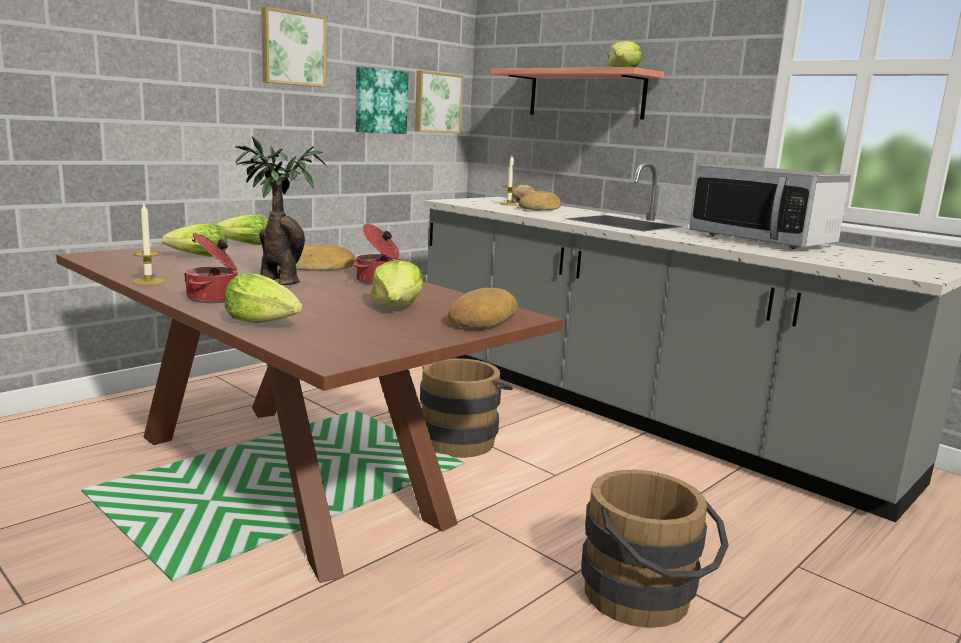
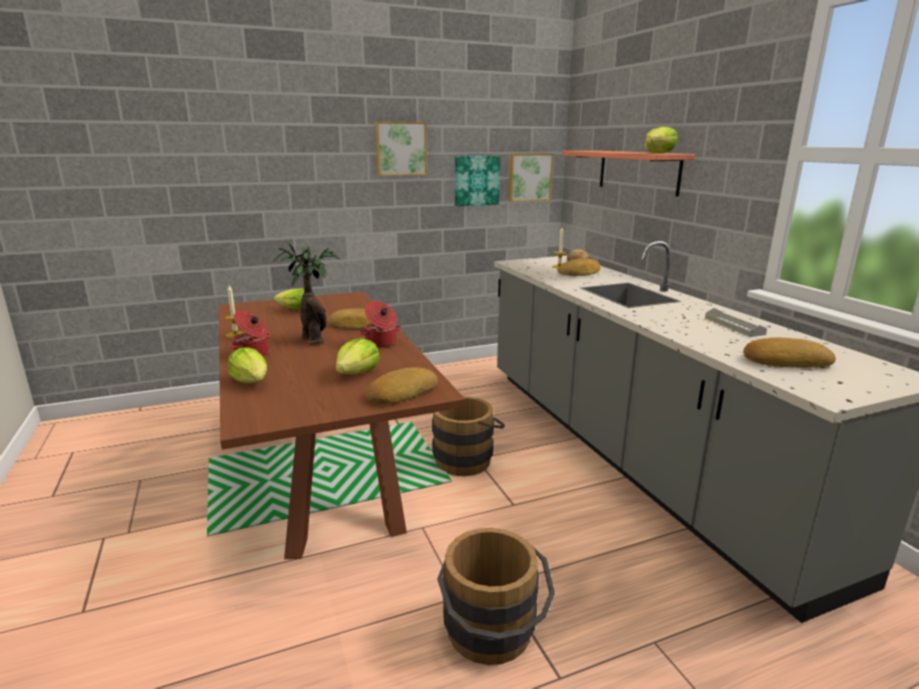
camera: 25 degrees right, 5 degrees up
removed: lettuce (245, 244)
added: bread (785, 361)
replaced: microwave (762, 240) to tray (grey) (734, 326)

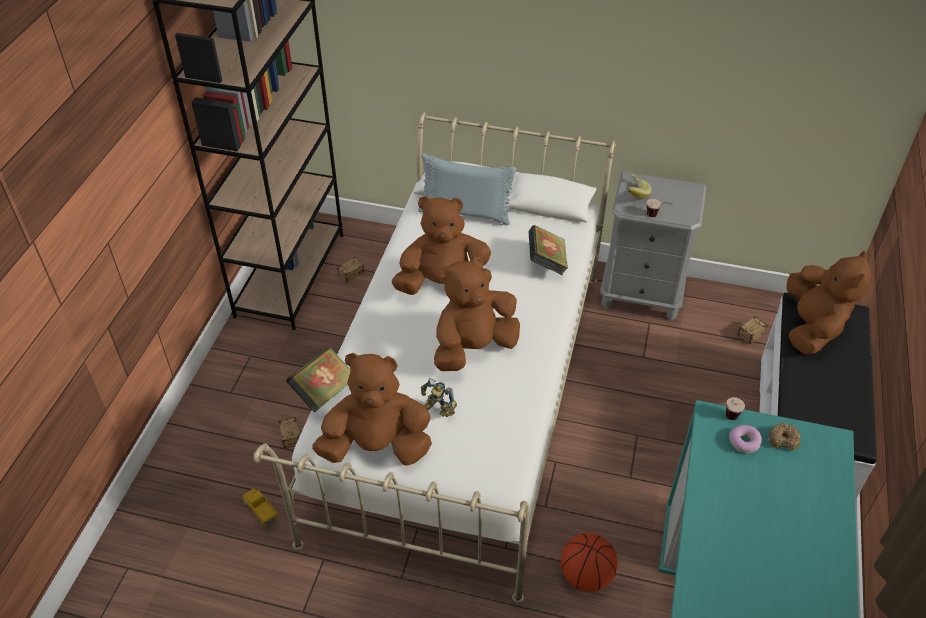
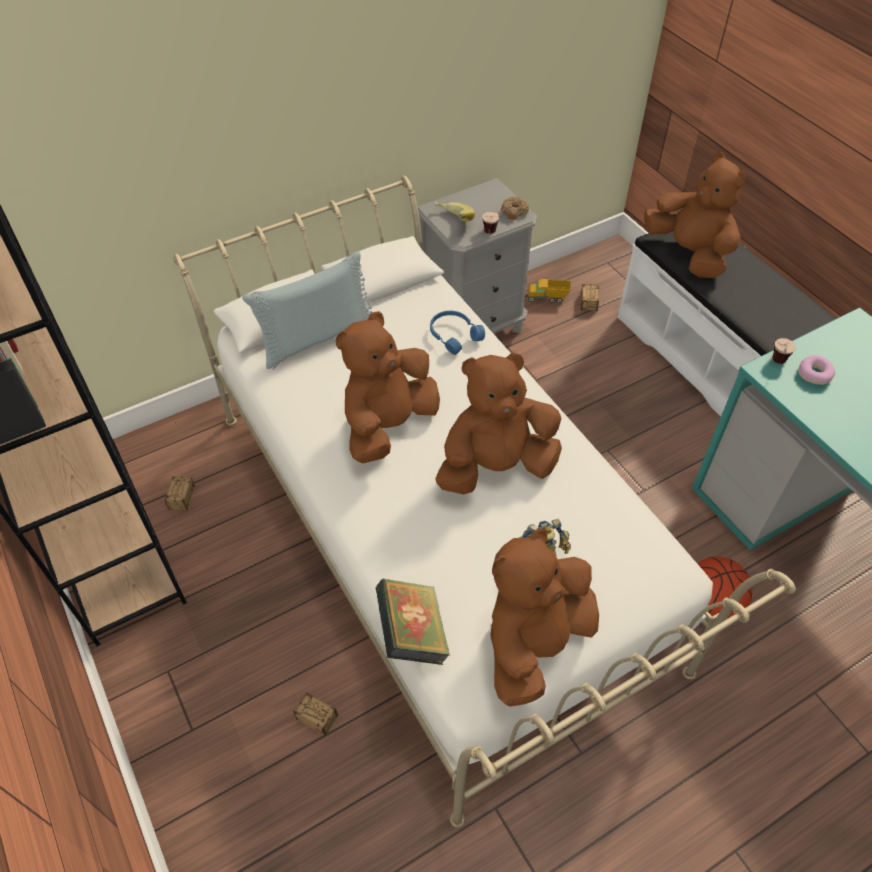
camera: 45 degrees left, 5 degrees up
moved: toy truck (261, 513) to (547, 298); donut (783, 440) to (514, 212)
replaced: book (546, 262) to headphones (blue) (454, 335)
turned: plush toy (brown) (473, 348) = (496, 466) 60 degrees clockwise

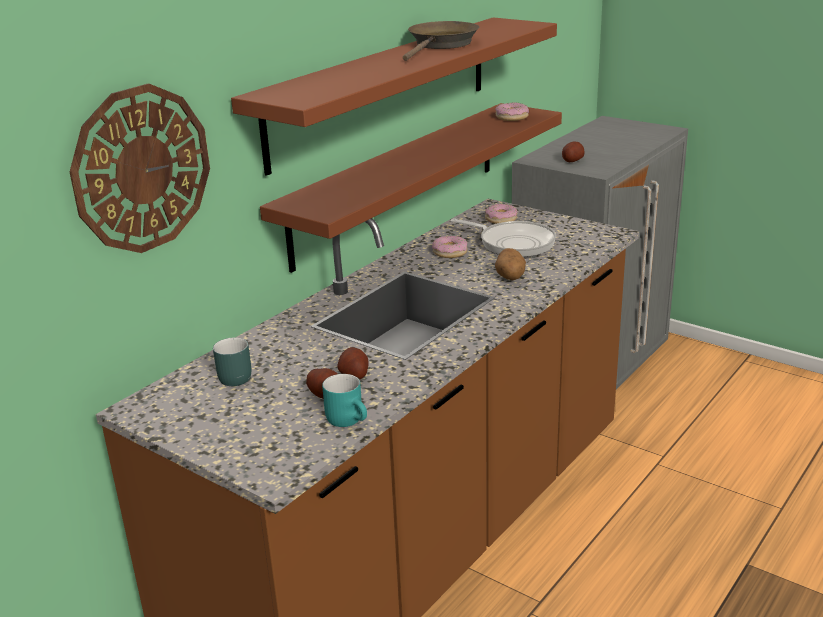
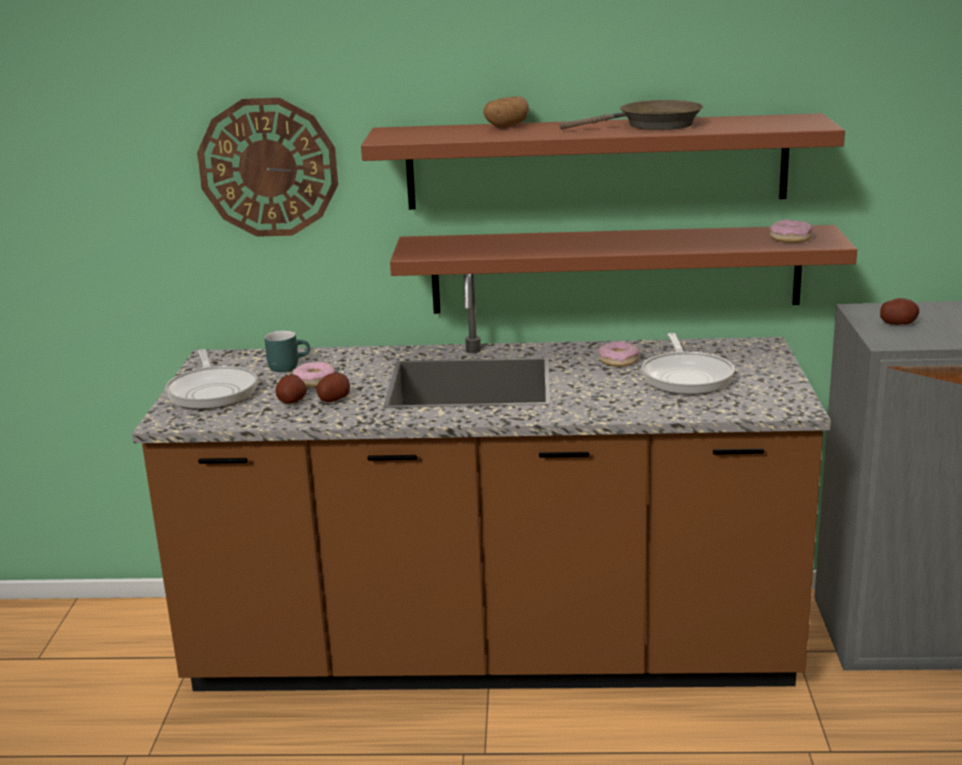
camera: 55 degrees right, 5 degrees down
removed: mug (turquoise) (350, 420)
added: frying pan (212, 391)
moved: donut (501, 219) to (314, 381); potato (510, 277) to (506, 127)

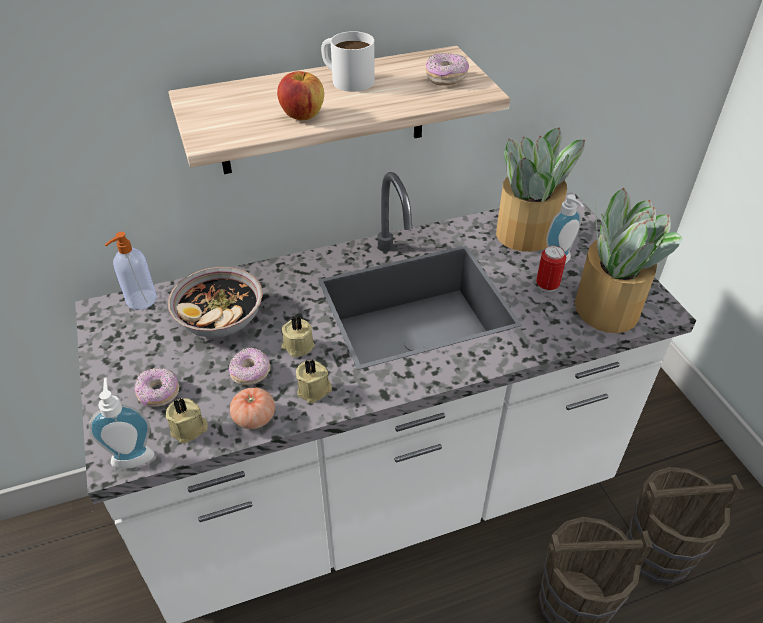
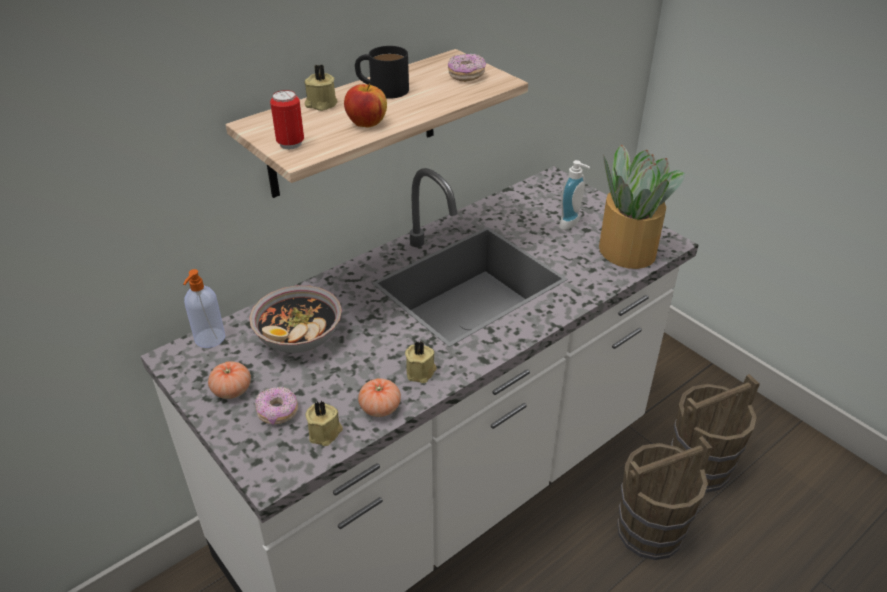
camera: 20 degrees left, 5 degrees down
removed: soap dispenser (133, 455); donut (251, 373); potted plant (527, 233)
added: tomato (232, 390)
moved: candle (beige) (297, 346) to (321, 104); can (547, 286) to (290, 144)
recoloured: mug (white) (346, 79) to mug (black) (382, 89)

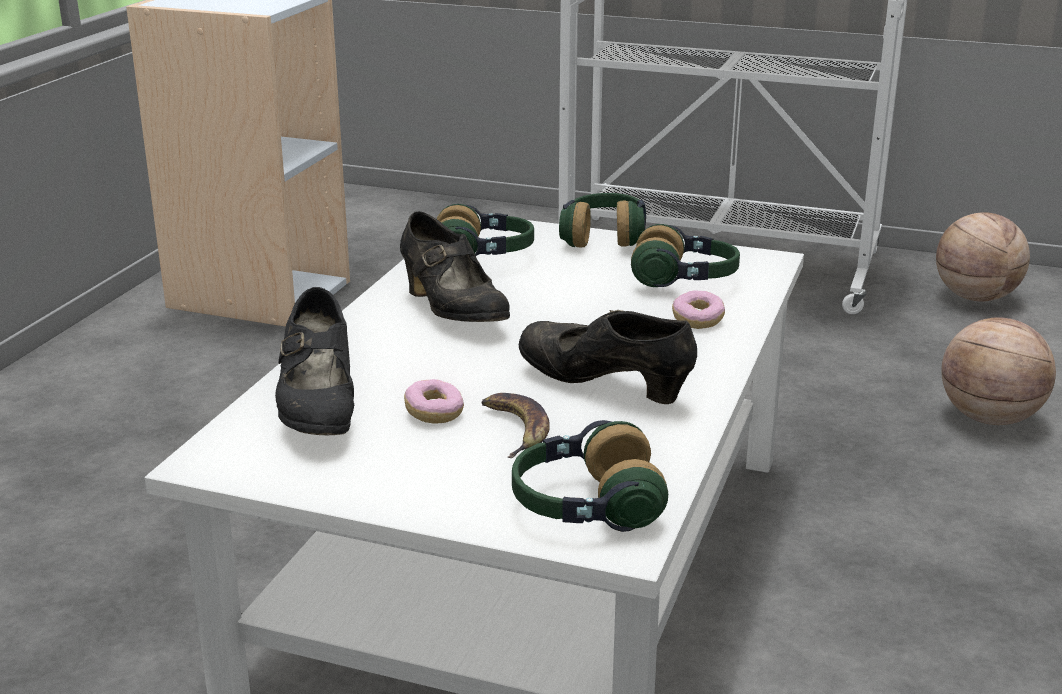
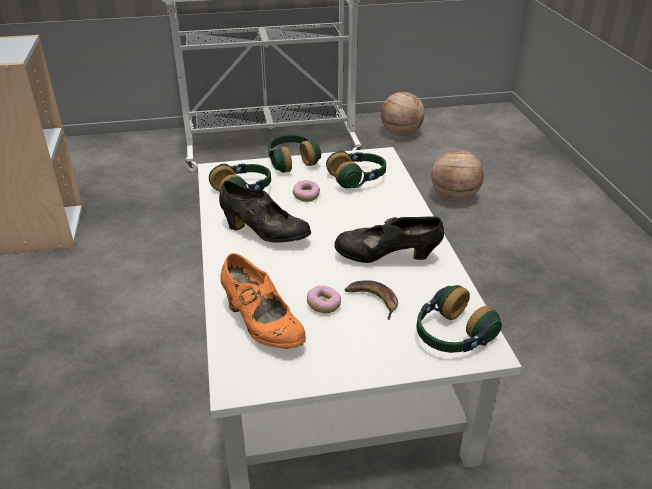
camera: 30 degrees left, 10 degrees up
moved: donut (697, 320) to (306, 196)
recoloured: shoe (black) (319, 410) to shoe (orange) (262, 326)

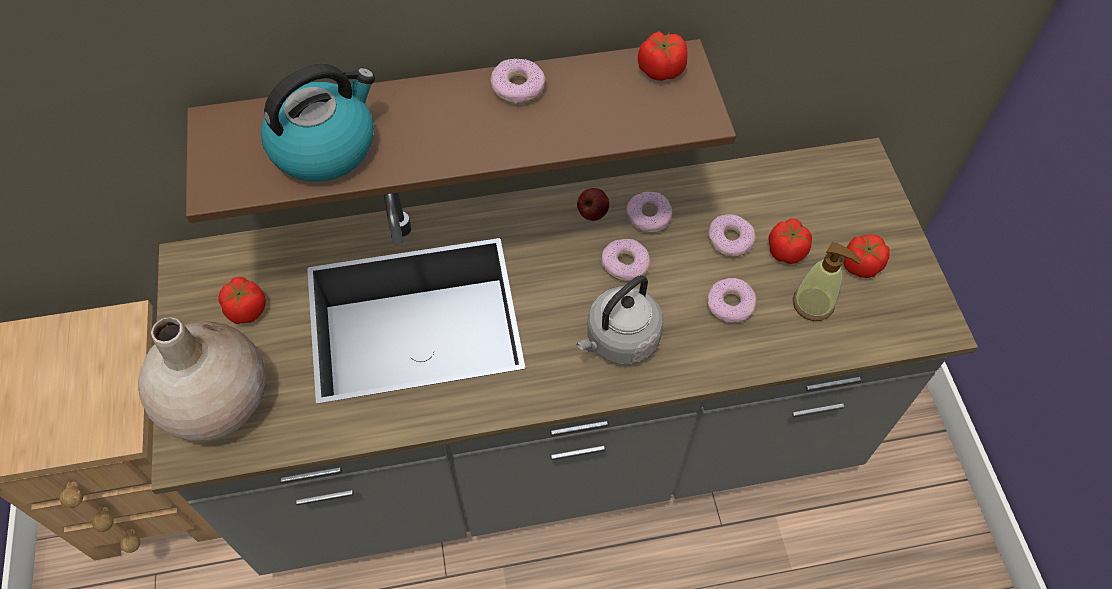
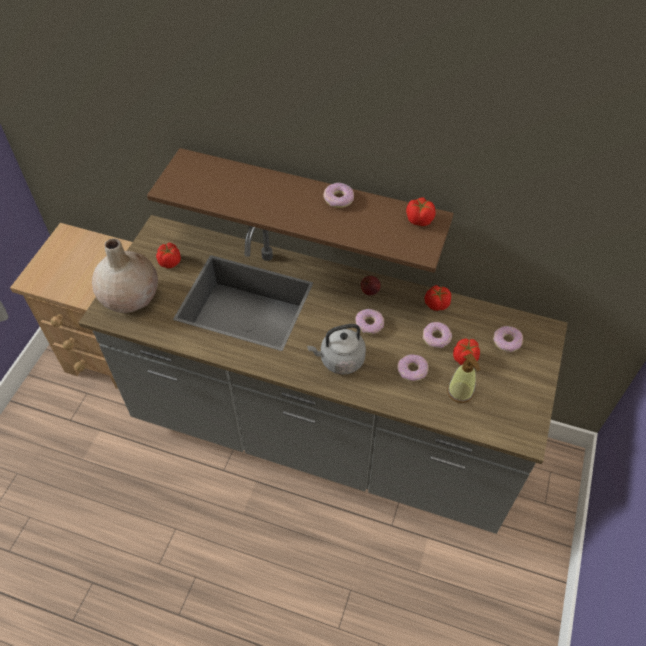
camera: 30 degrees right, 5 degrees down
removed: kettle (325, 146)
moved: donut (648, 217) to (506, 342); tomato (860, 265) to (436, 304)

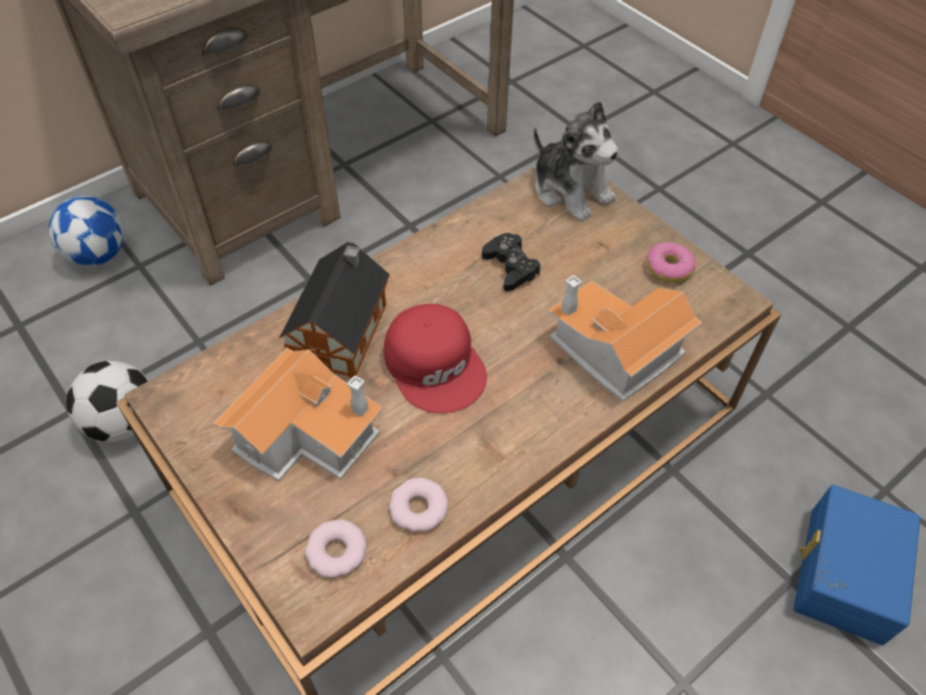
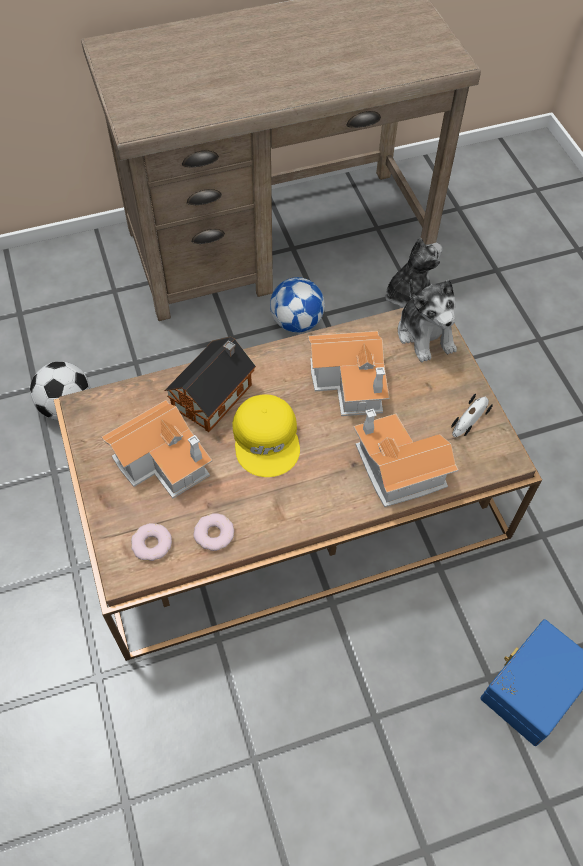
camera: 20 degrees right, 5 degrees up
added: plush toy (408, 294)
moved: football (99, 254) to (297, 322)
replaced: game controller (black) (510, 267) to toy house (351, 383); donut (669, 268) to toy car (469, 419)
recoloured: cap (red) (436, 364) to cap (yellow) (267, 439)

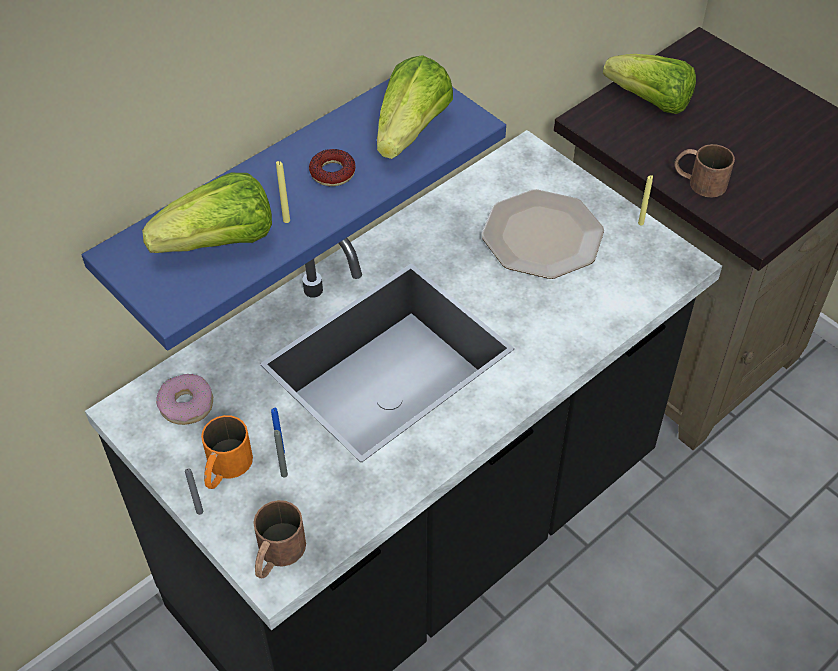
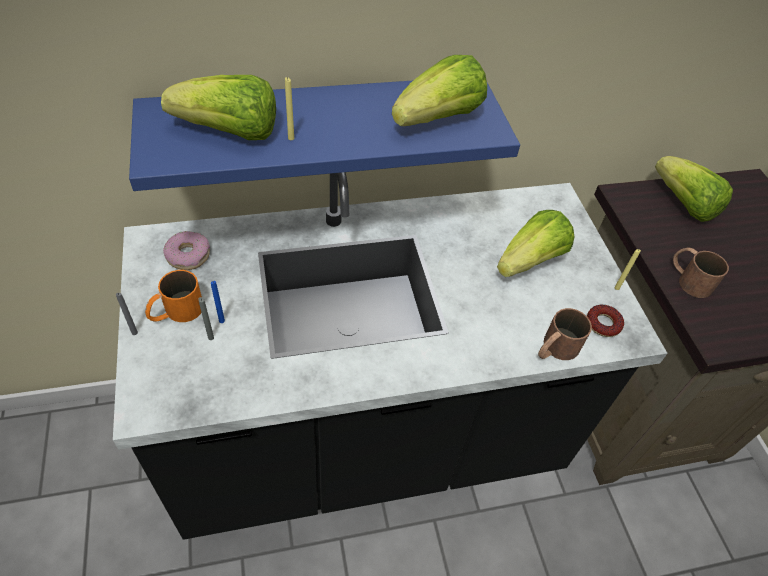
camera: 25 degrees right, 0 degrees up
moved: mug (brown) (276, 555) to (555, 349); donut (332, 172) to (603, 324)
replaced: plate (543, 235) to lettuce (530, 261)

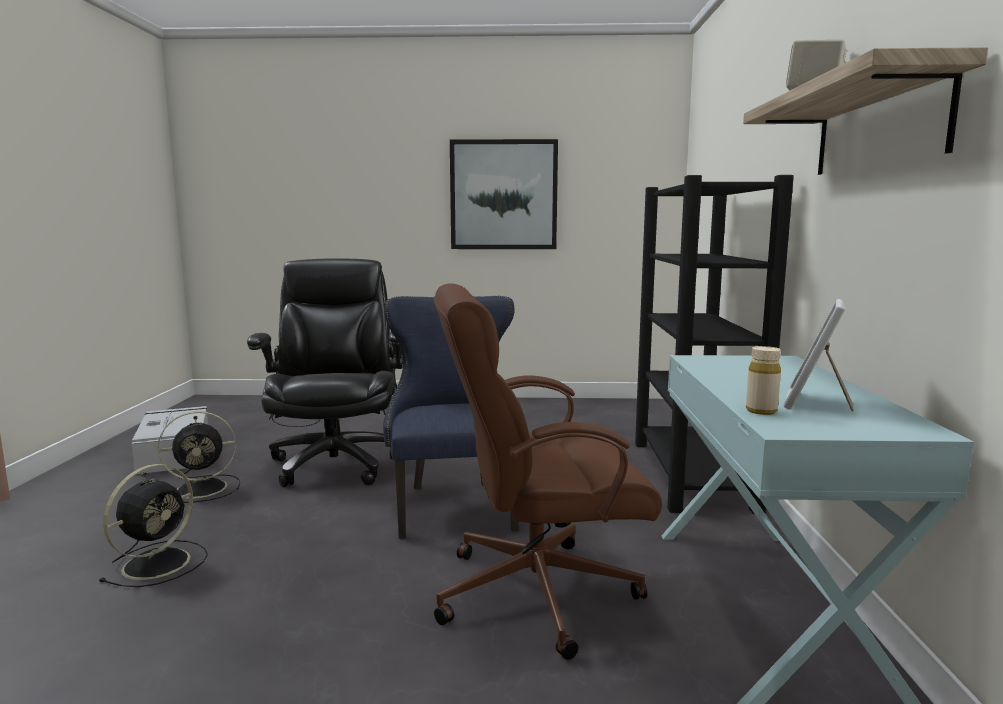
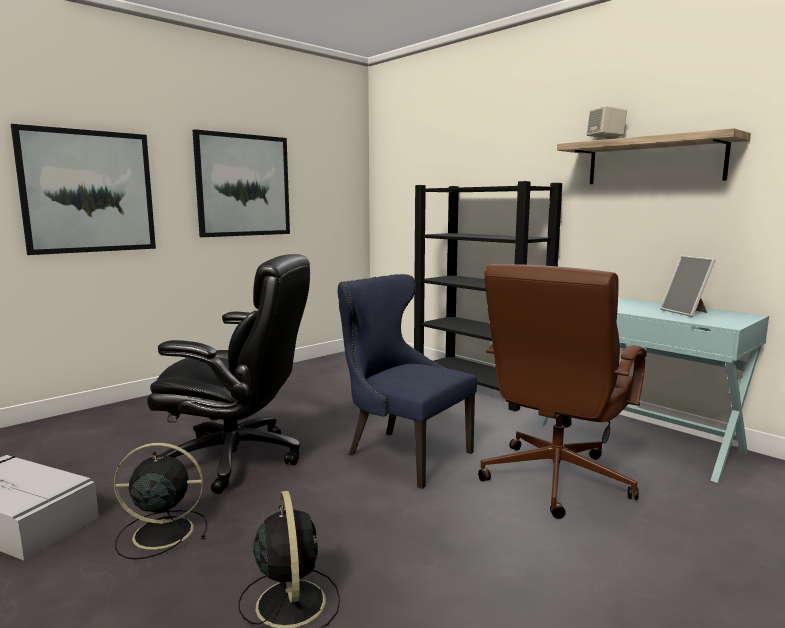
camera: 45 degrees left, 0 degrees up
removed: bottle (beige) (761, 411)
added: picture (88, 192)
turned: fan (black) (204, 488) = (160, 533) 120 degrees counterclockwise; office chair (black) (337, 463) = (239, 461) 150 degrees clockwise

